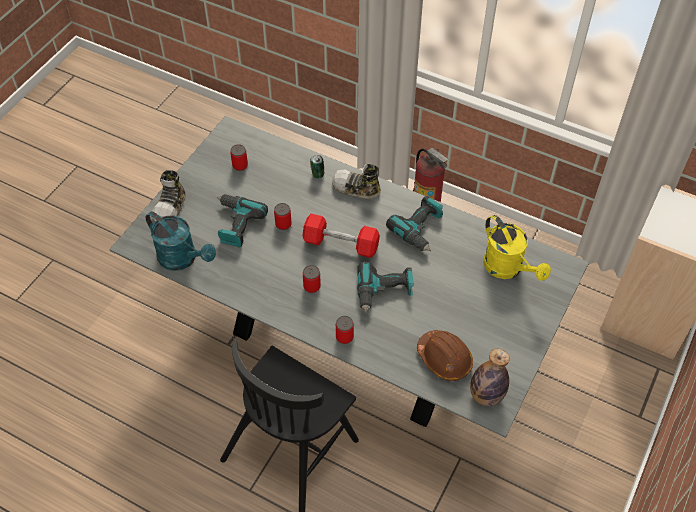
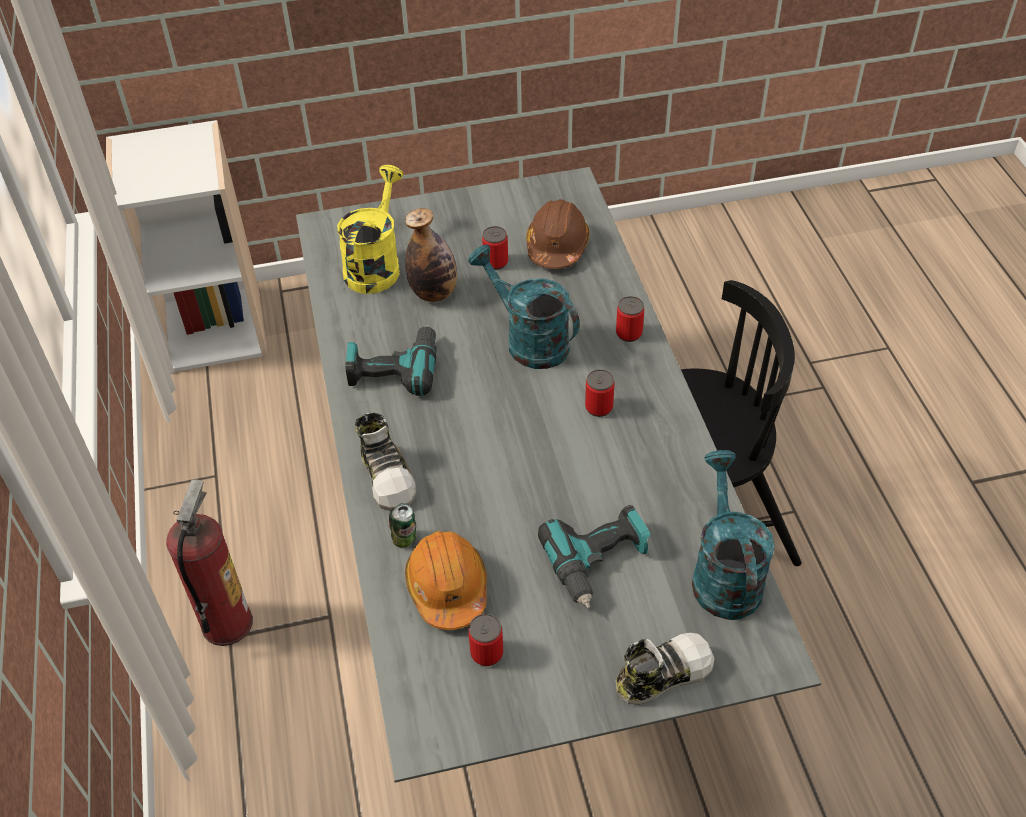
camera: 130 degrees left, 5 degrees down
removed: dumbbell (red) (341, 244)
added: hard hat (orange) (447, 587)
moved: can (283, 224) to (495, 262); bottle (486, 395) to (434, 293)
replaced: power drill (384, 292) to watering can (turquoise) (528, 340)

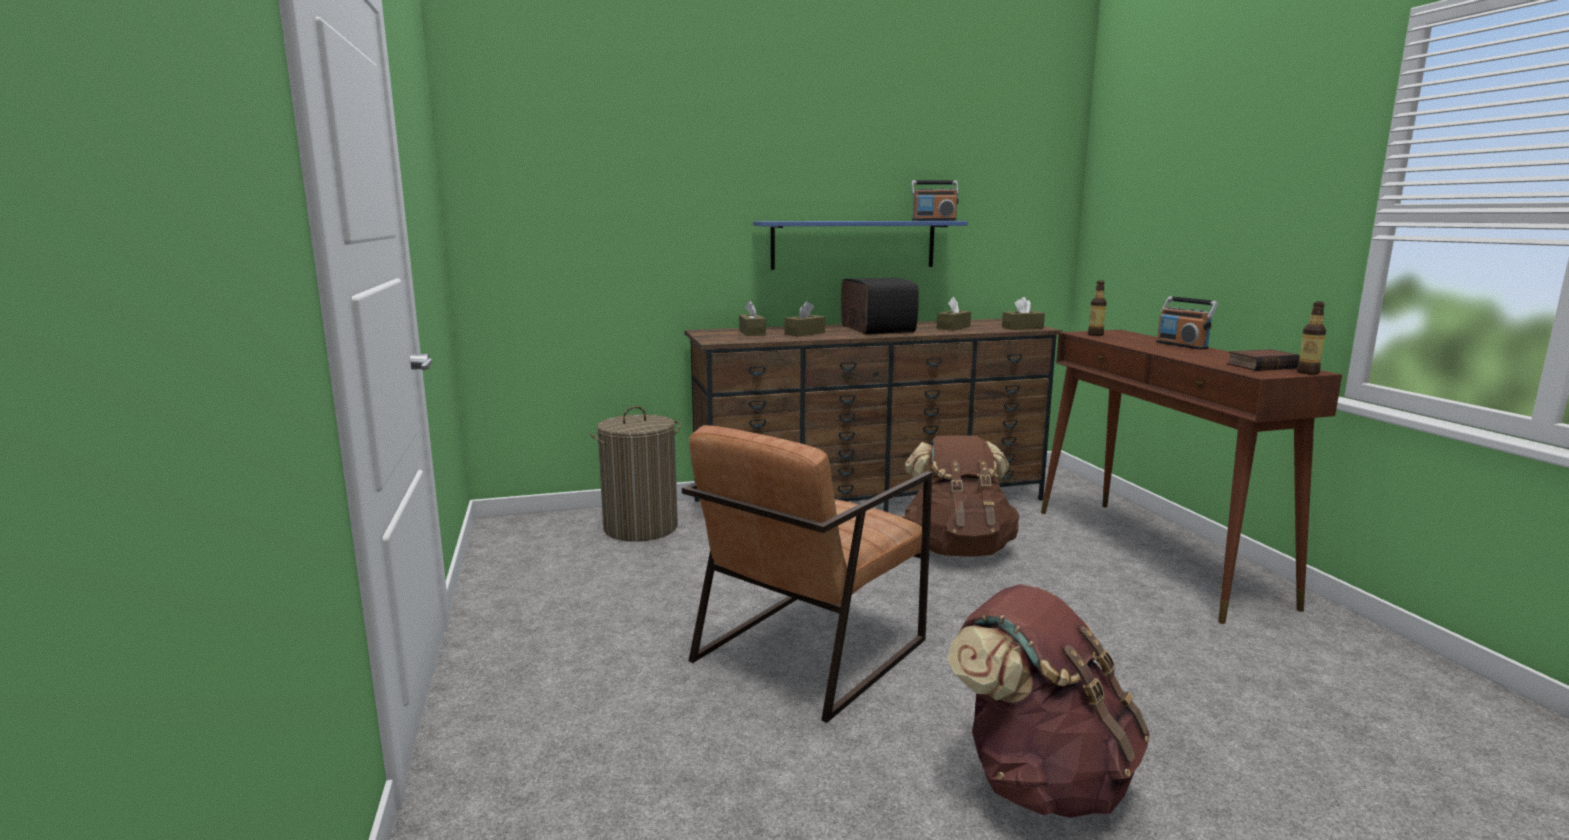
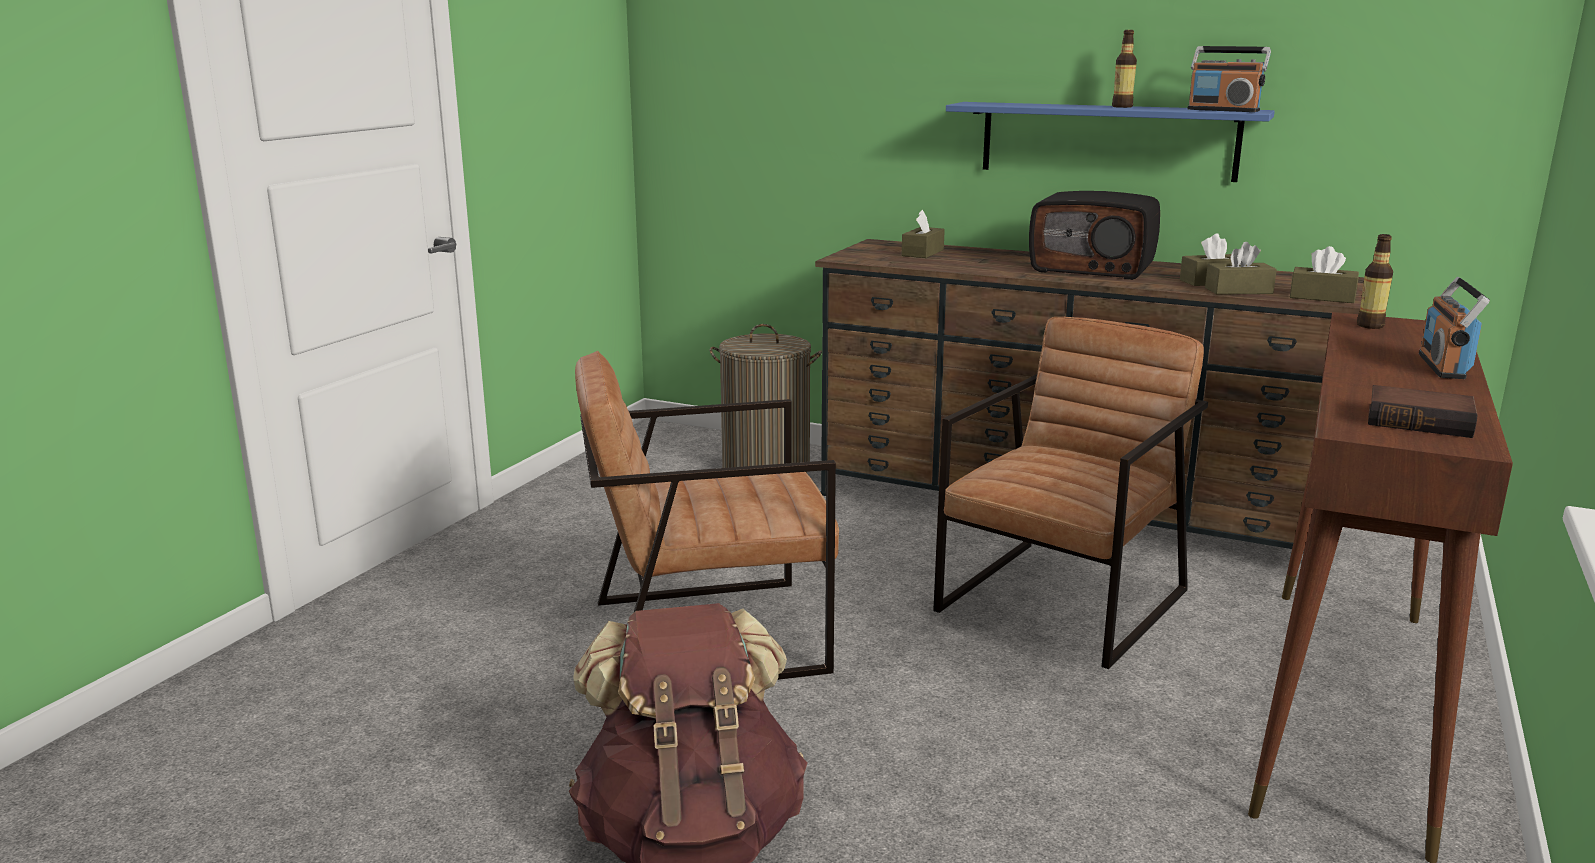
camera: 40 degrees right, 5 degrees up
moved: tissue box (brown) (804, 333) to (1238, 291); bottle (1308, 372) to (1122, 107)
replaced: backpack (brown) (958, 549) to armchair (brown) (1064, 600)
turned: radio (875, 329) = (1093, 268) 90 degrees clockwise

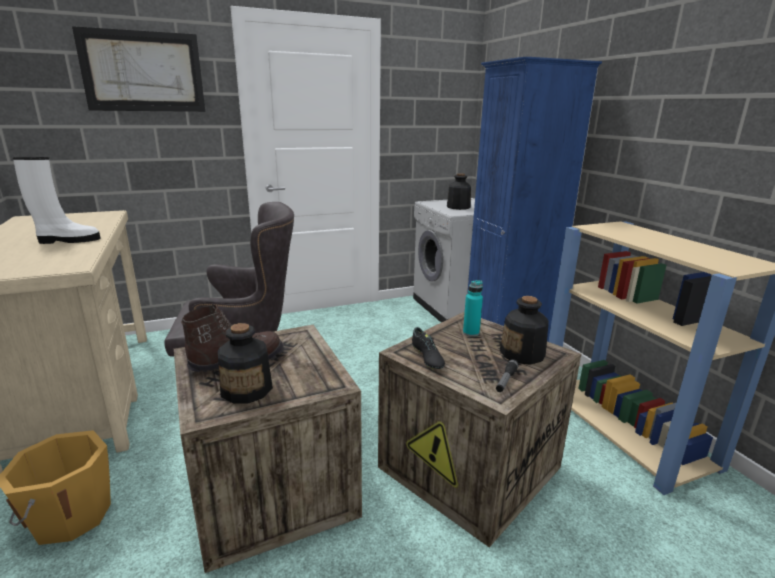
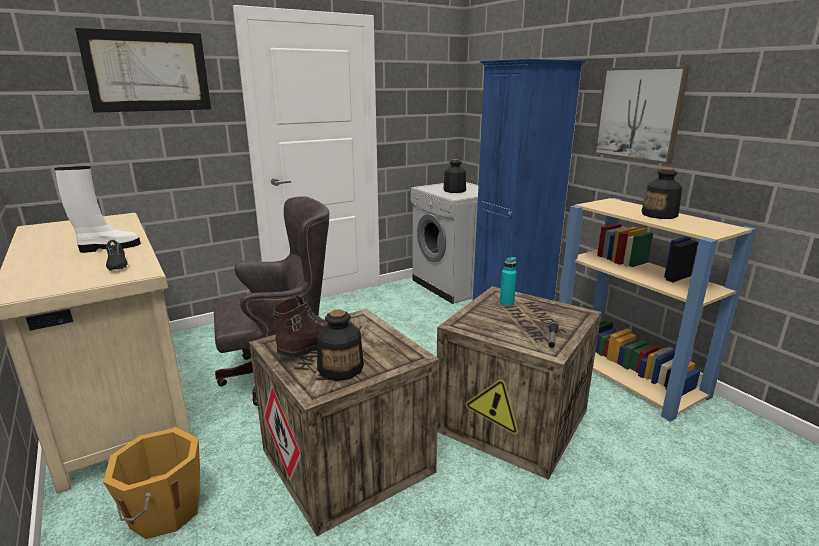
camera: 10 degrees left, 0 degrees up
added: picture (638, 114)
moved: shoe (black) (427, 358) to (116, 264); bottle (522, 354) to (659, 215)

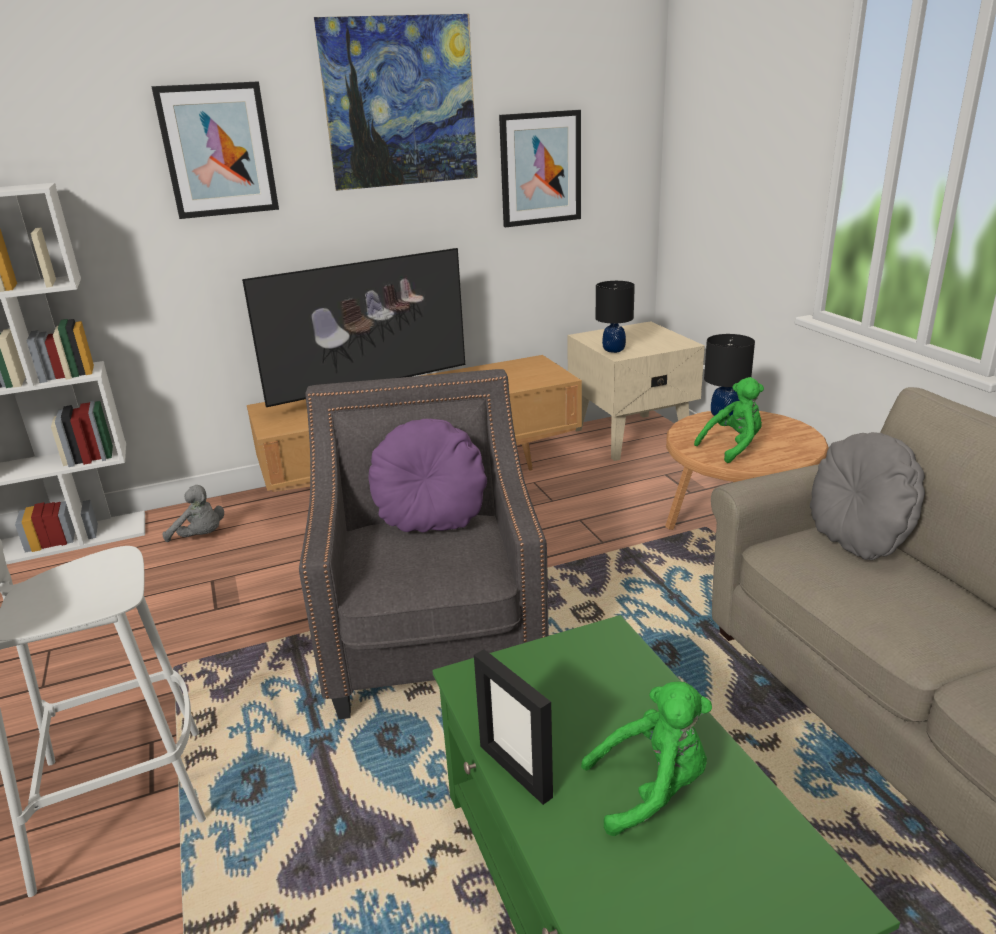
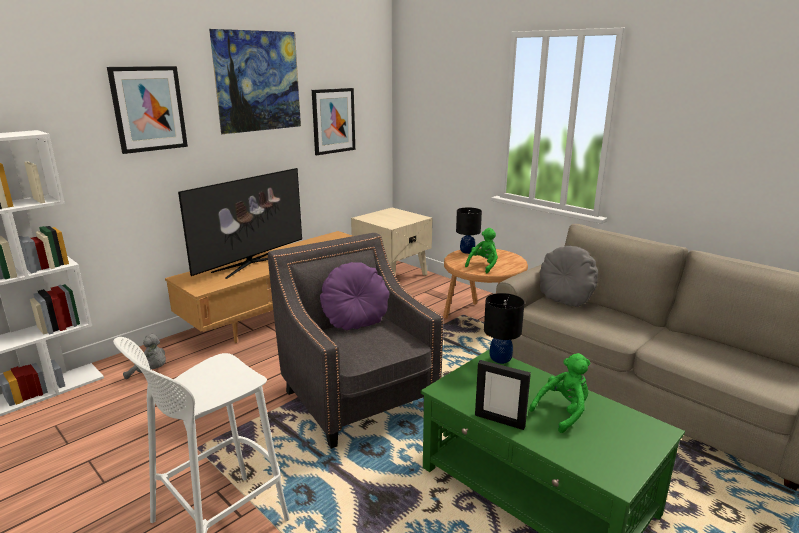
camera: 25 degrees left, 5 degrees down
moved: table lamp (black) (613, 350) to (499, 359)

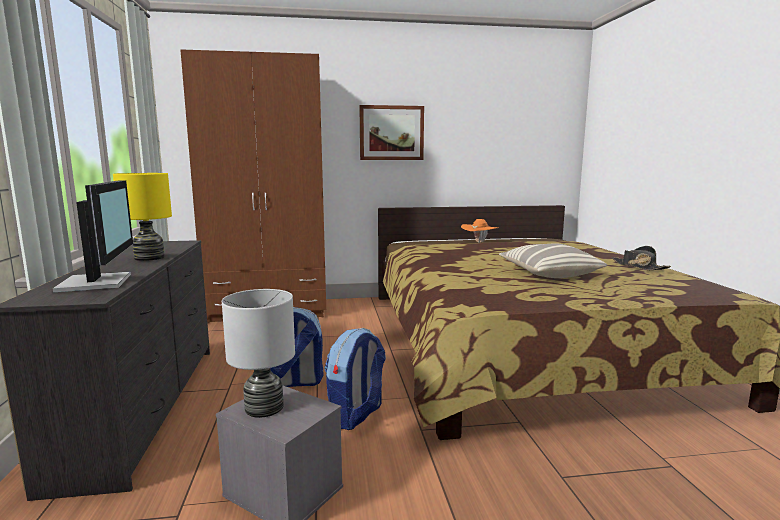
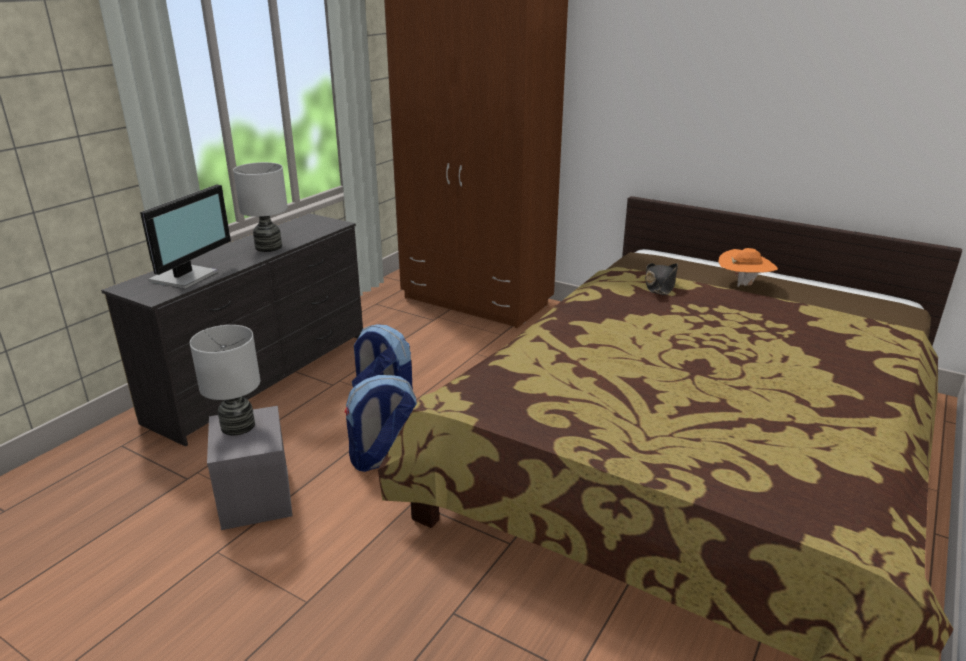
camera: 40 degrees right, 15 degrees up
removed: picture (391, 133); pillow (548, 274)
moved: hat (black) (638, 266) to (659, 285)
recoloured: table lamp (yellow) (149, 258) to table lamp (grey) (268, 247)

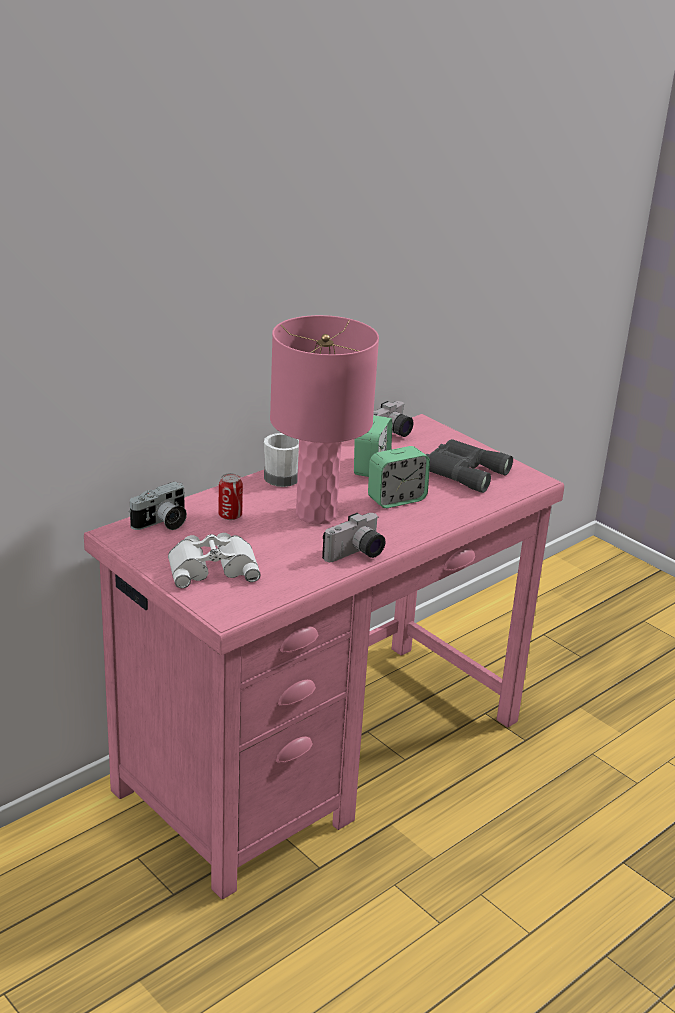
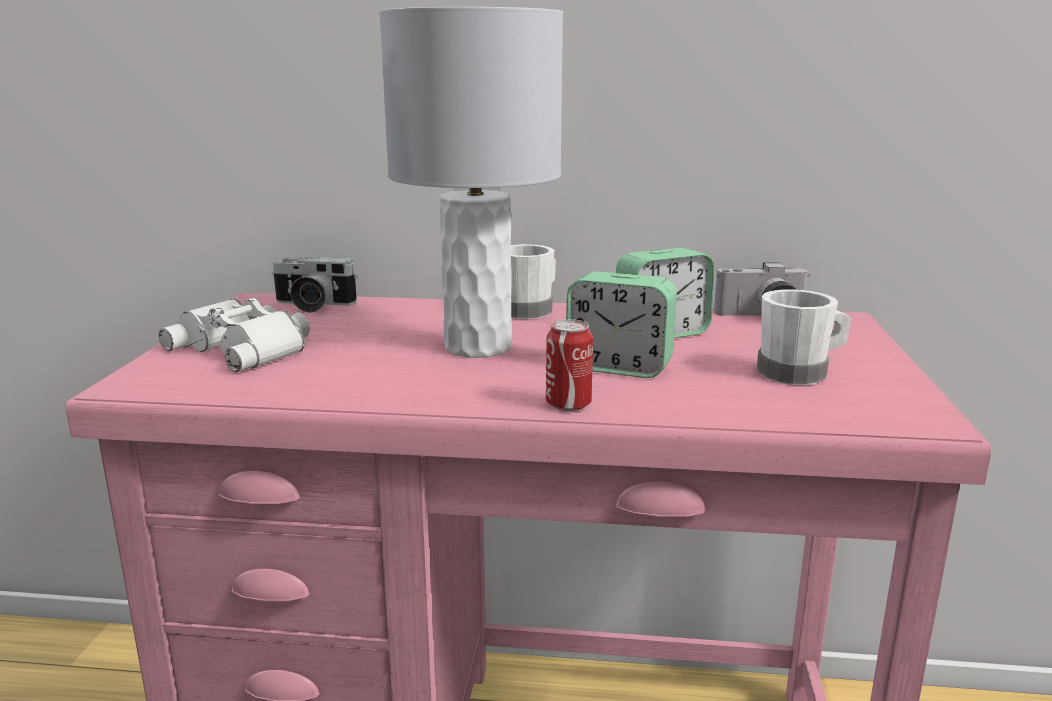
camera: 50 degrees right, 10 degrees down
removed: photo camera (356, 555)
moved: can (230, 515) to (568, 404)
replaced: binoculars (grey) (462, 471) to mug (white) (799, 373)
recoloured: table lamp (pink) (316, 514) to table lamp (grey) (477, 347)

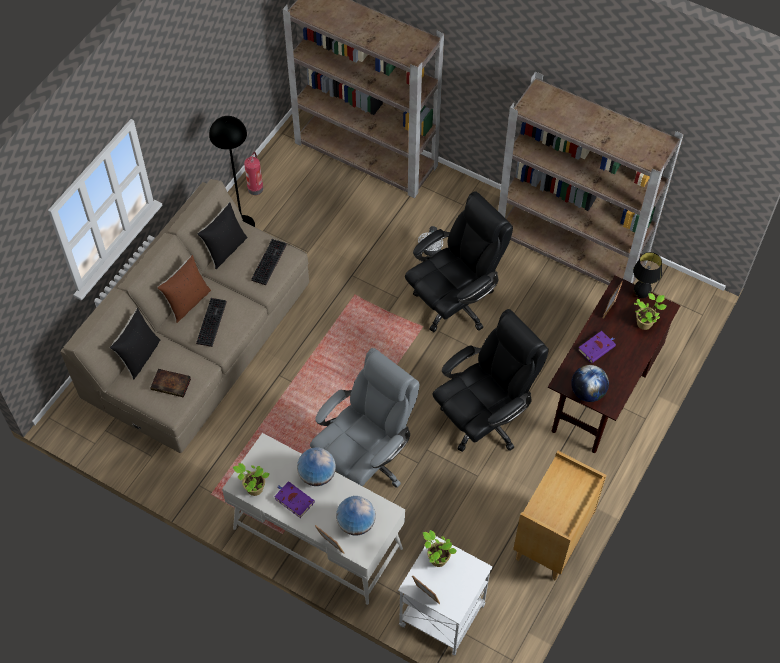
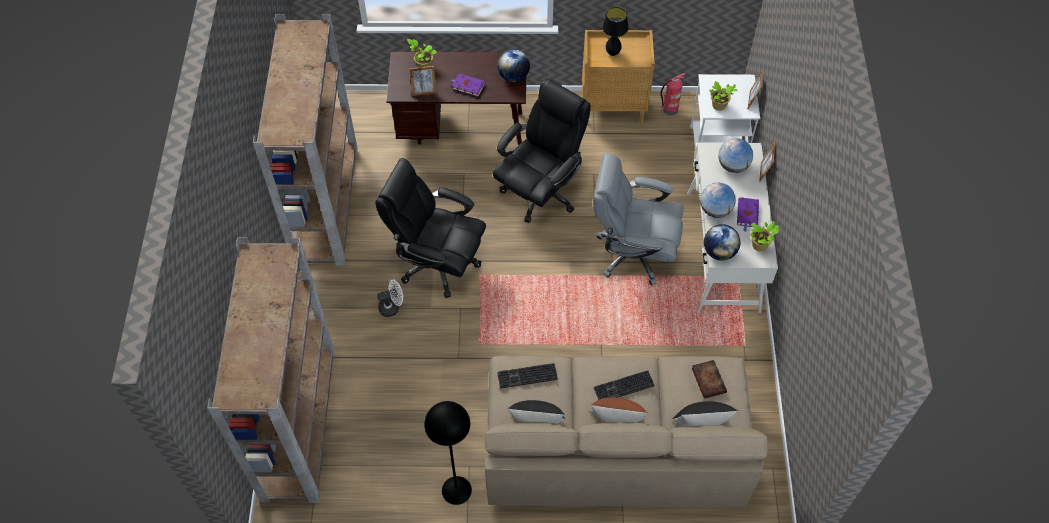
camera: 120 degrees left, 0 degrees up
added: globe (719, 252)
moved: fire extinguisher (255, 188) to (669, 110); table lamp (black) (641, 295) to (613, 53)
turned: office chair (black) (484, 419) = (540, 192) 105 degrees clockwise

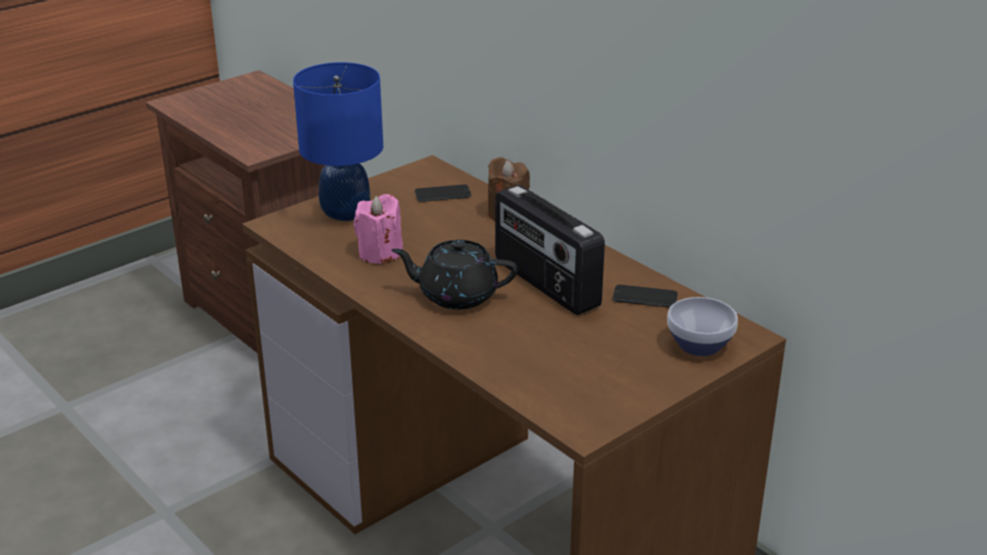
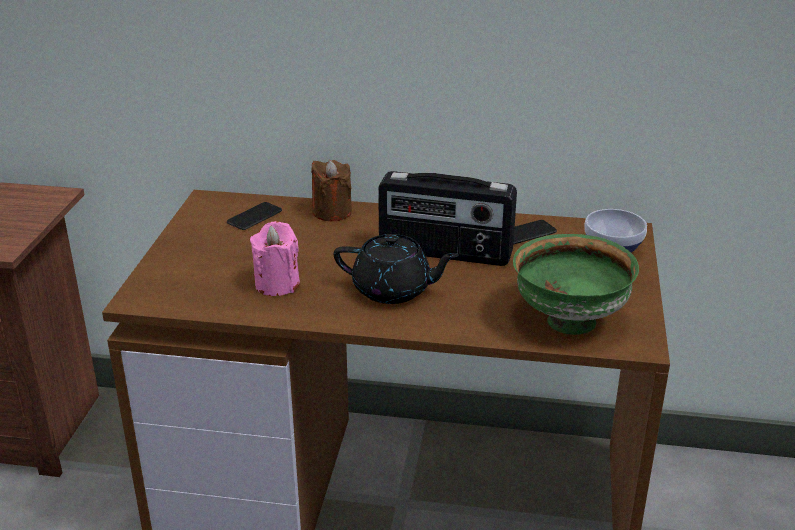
camera: 40 degrees left, 0 degrees up
removed: table lamp (blue) (343, 213)
added: bowl (green) (568, 321)
turned: teapot (black) (456, 295) = (393, 290) 135 degrees counterclockwise

